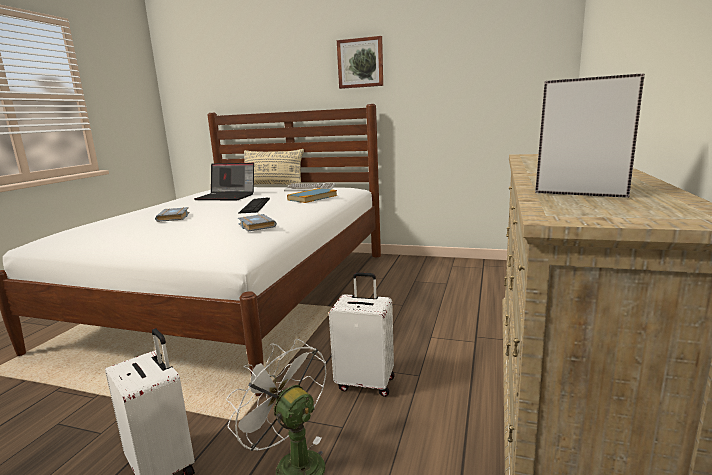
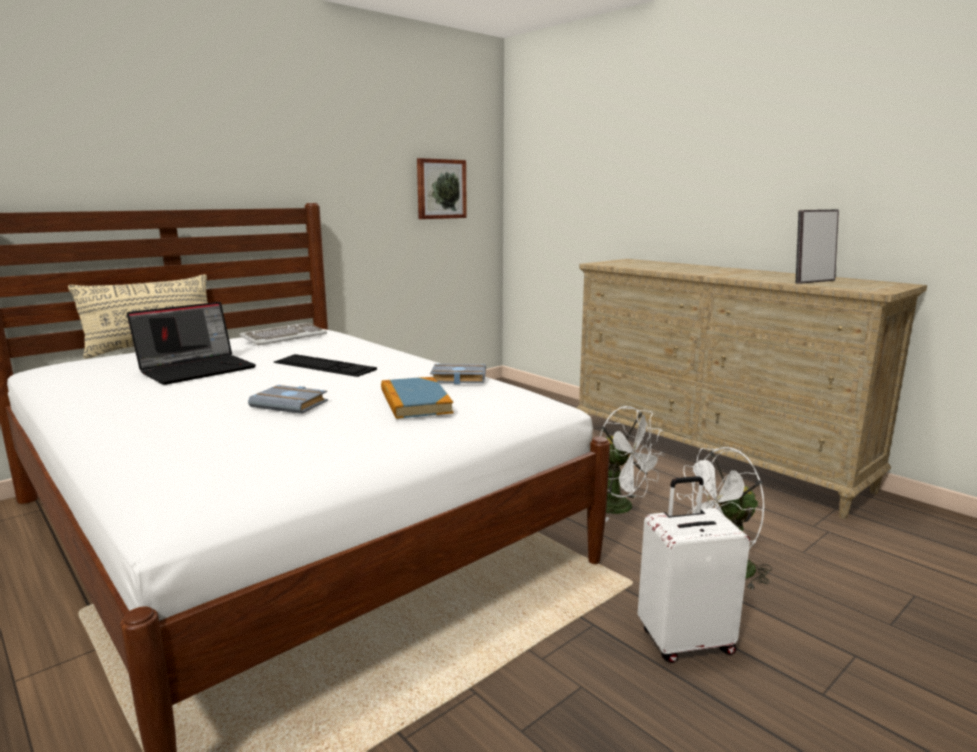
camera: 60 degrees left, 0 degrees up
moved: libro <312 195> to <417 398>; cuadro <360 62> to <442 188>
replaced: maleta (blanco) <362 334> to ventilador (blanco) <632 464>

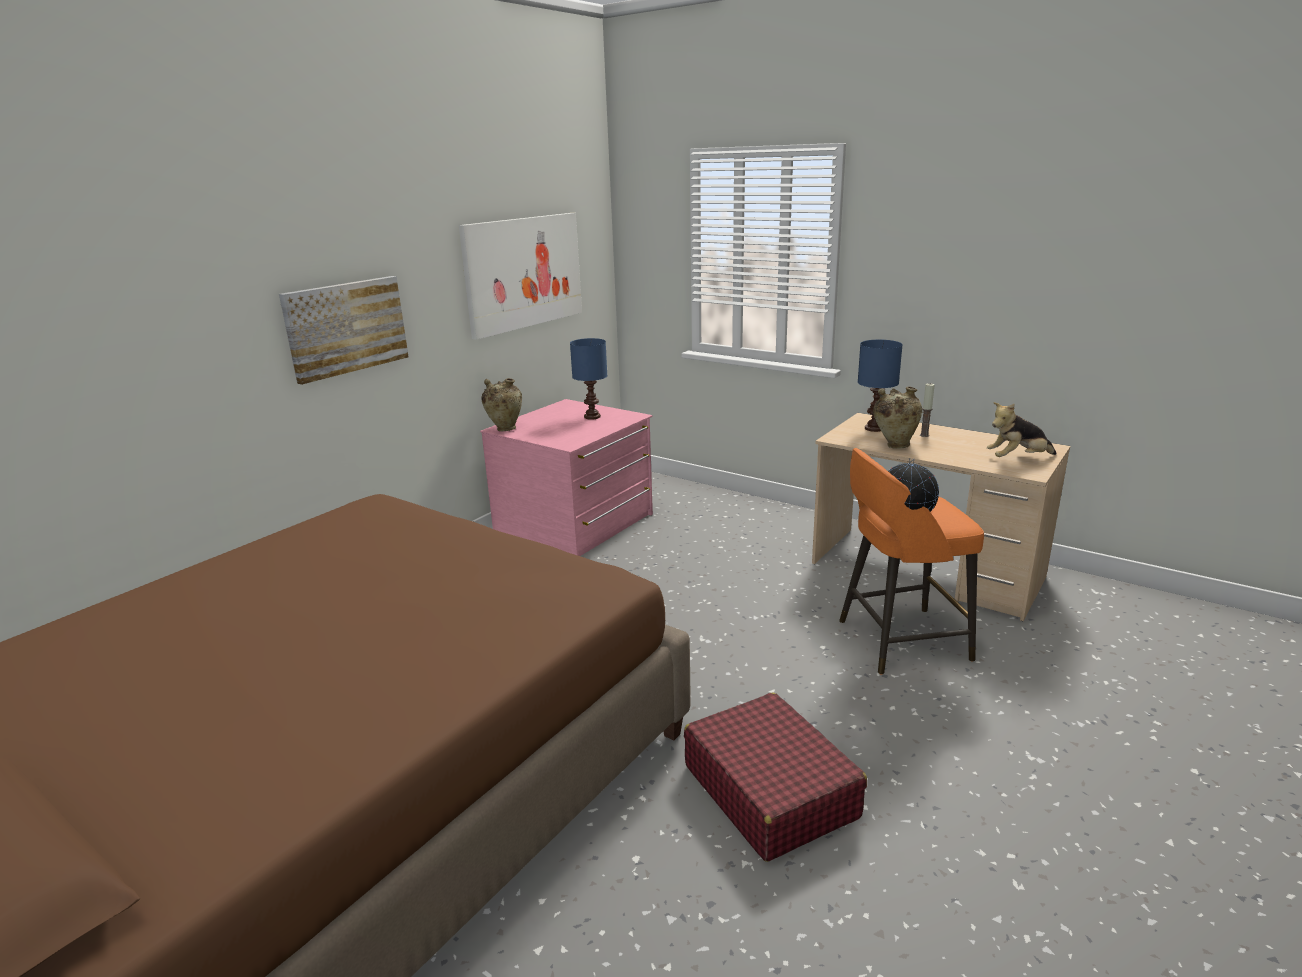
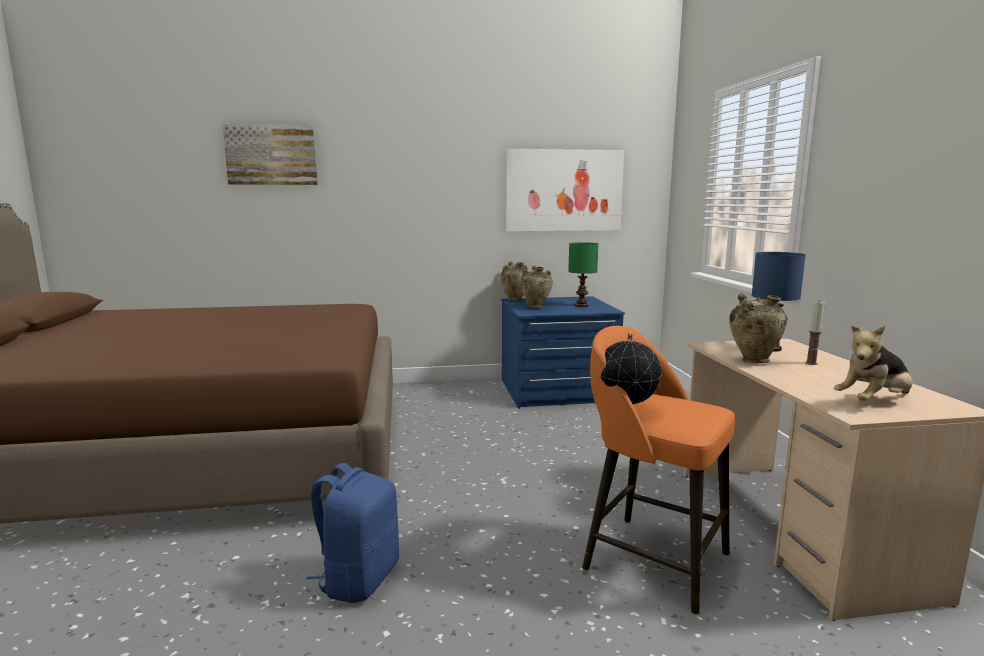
camera: 45 degrees right, 10 degrees down
added: florero (beis) <536 286>
moved: cuadro <344 330> to <270 154>
replaced: maleta (rojo) <775 777> to mochila (azul) <353 533>
recoloured: cómoda (rosa) <566 477> to cómoda (azul) <563 352>; lámpara de mesa (azul) <589 379> to lámpara de mesa (verde) <583 274>
turned: peluche <1021 429> = <873 363> 60 degrees counterclockwise

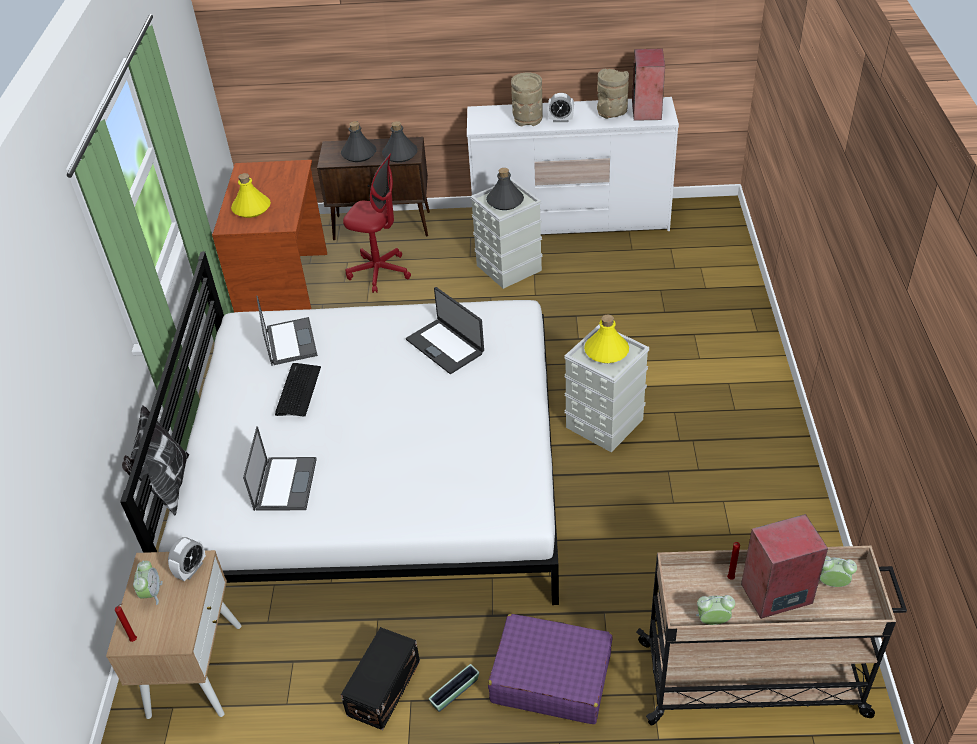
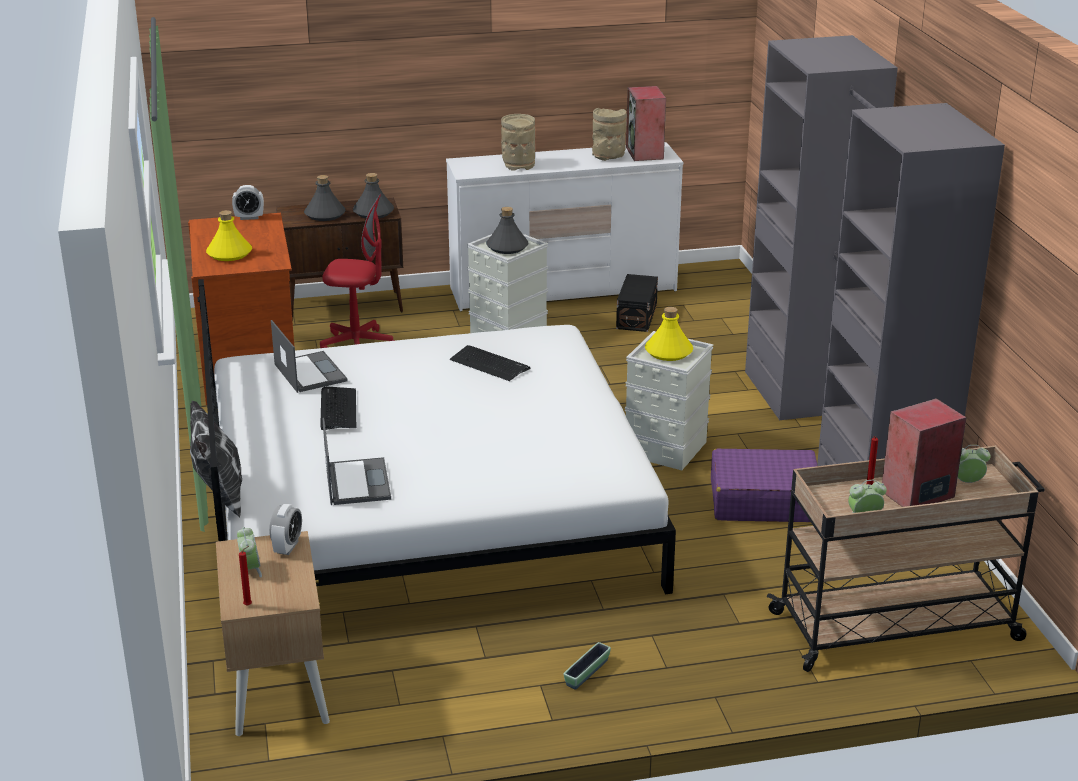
camera: 15 degrees left, 15 degrees down
added: armario ropero (gris) <875 250>
moved: caja de almacenaje (negro) <380 678> to <637 303>; maleta (morado) <550 669> to <764 485>; despertador <560 107> to <248 202>
replaced: portátil <445 330> to teclado <490 363>

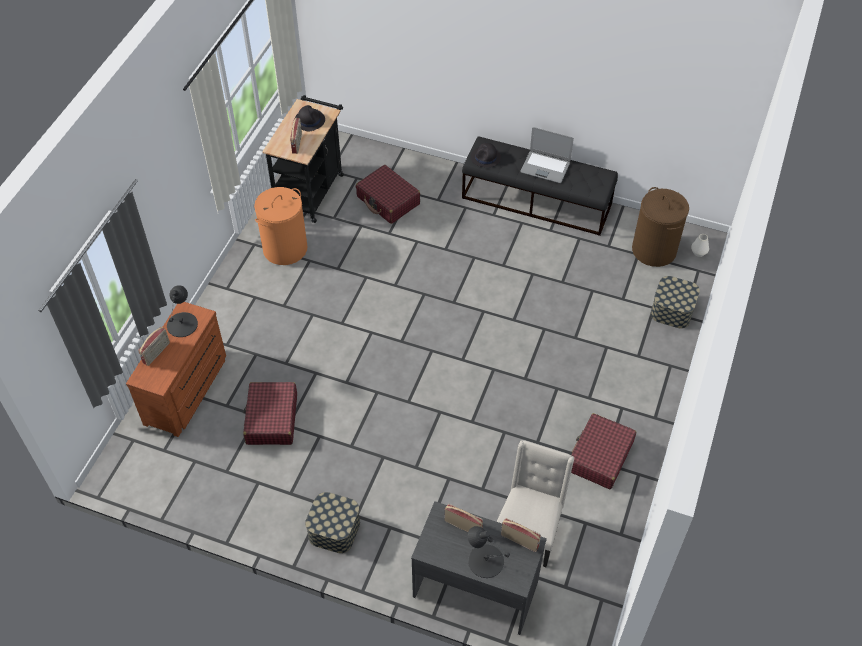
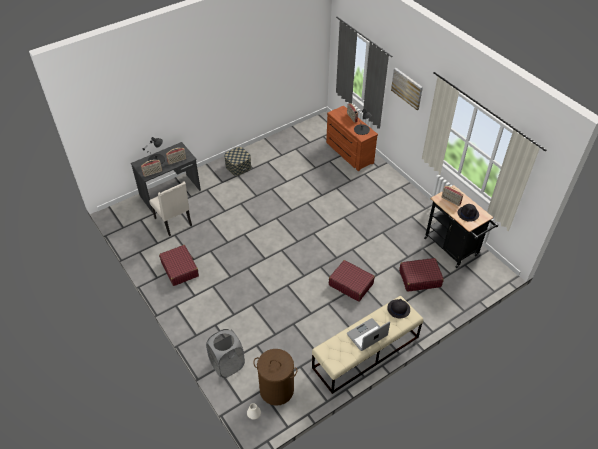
camera: 125 degrees right, 5 degrees down
removed: cesto de la ropa (naranja) <281 226>
added: cuadro <407 89>
moved: maleta (rojo) <270 413> to <352 281>
replaced: caja de almacenaje <675 302> to cesto de la ropa (gris) <225 353>
recoloured: banco (negro) <540 186> to banco (beis) <367 345>

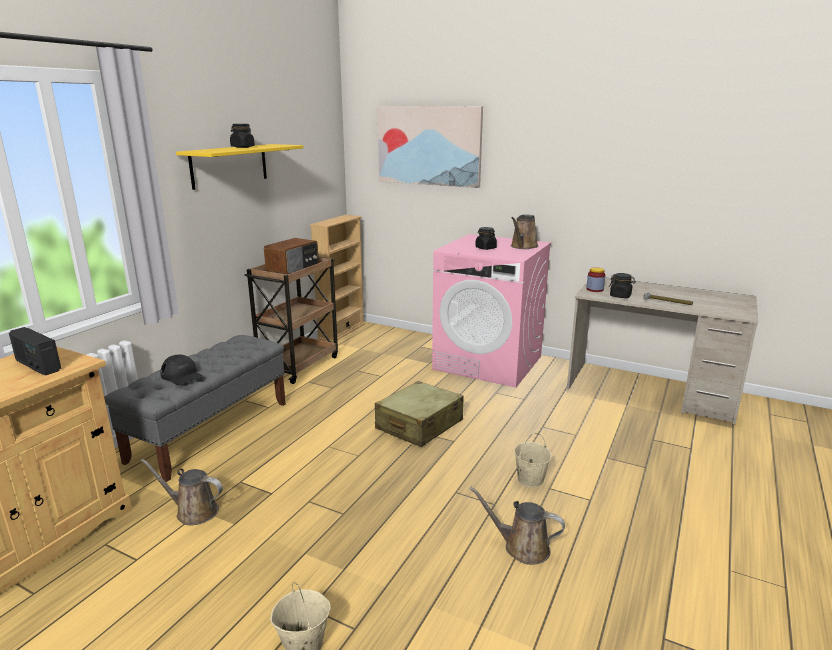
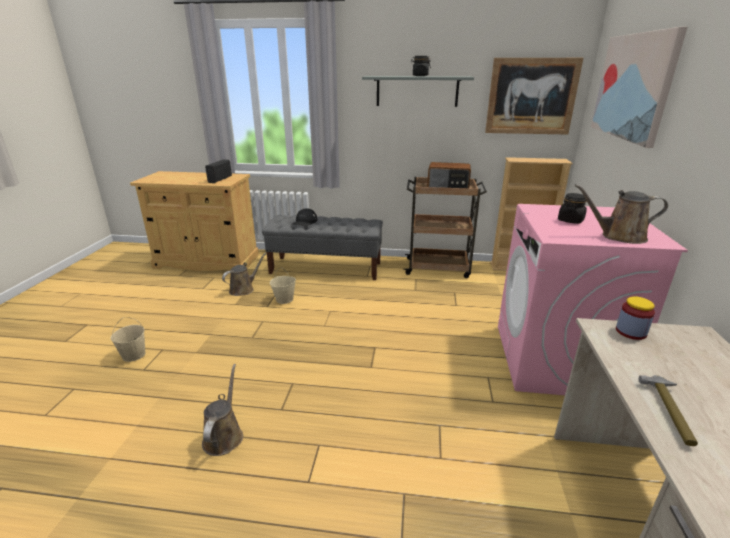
camera: 70 degrees right, 5 degrees up
removed: maleta (beis) <419 414>; tarro (negro) <622 285>
added: cuadro <534 96>
moved: cubo (beis) <533 460> to <283 285>
recoloured: estante (amarillo) <239 167> to estante (gris) <418 91>
turned: regadera (marrón) <182 492> = <244 274> 45 degrees clockwise

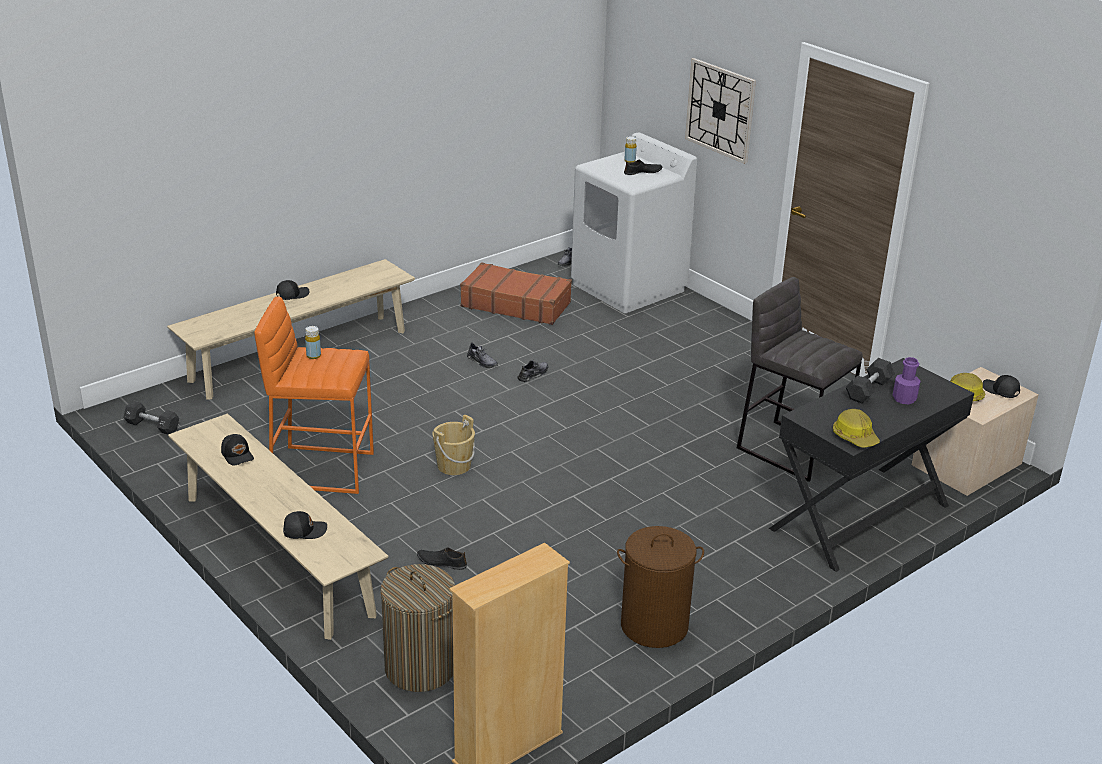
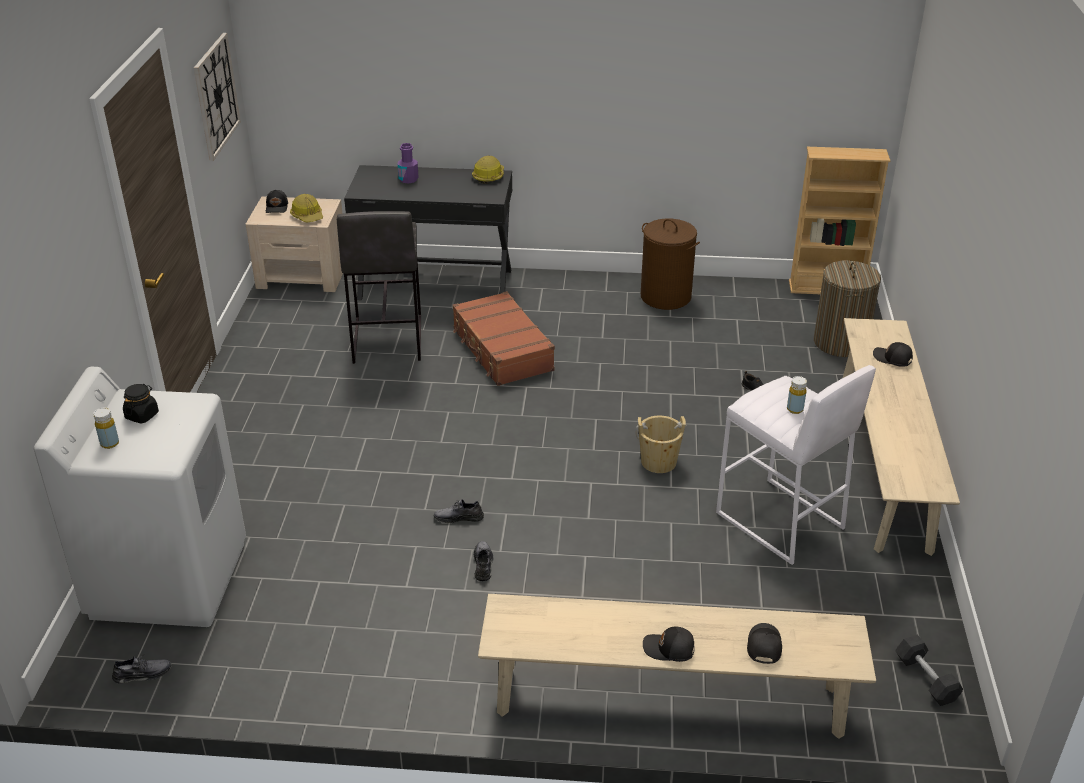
camera: 135 degrees left, 5 degrees up
removed: mancuerna (negro) <870 380>
moved: gorra (negro) <237 450> to <764 643>; maleta (marrón) <516 293> to <503 338>; reloj de pared <720 111> to <217 97>
replaced: zapato (negro) <643 167> to tarro (negro) <141 403>
recoloured: taburete (naranja) <314 395> to taburete (blanco) <796 465>

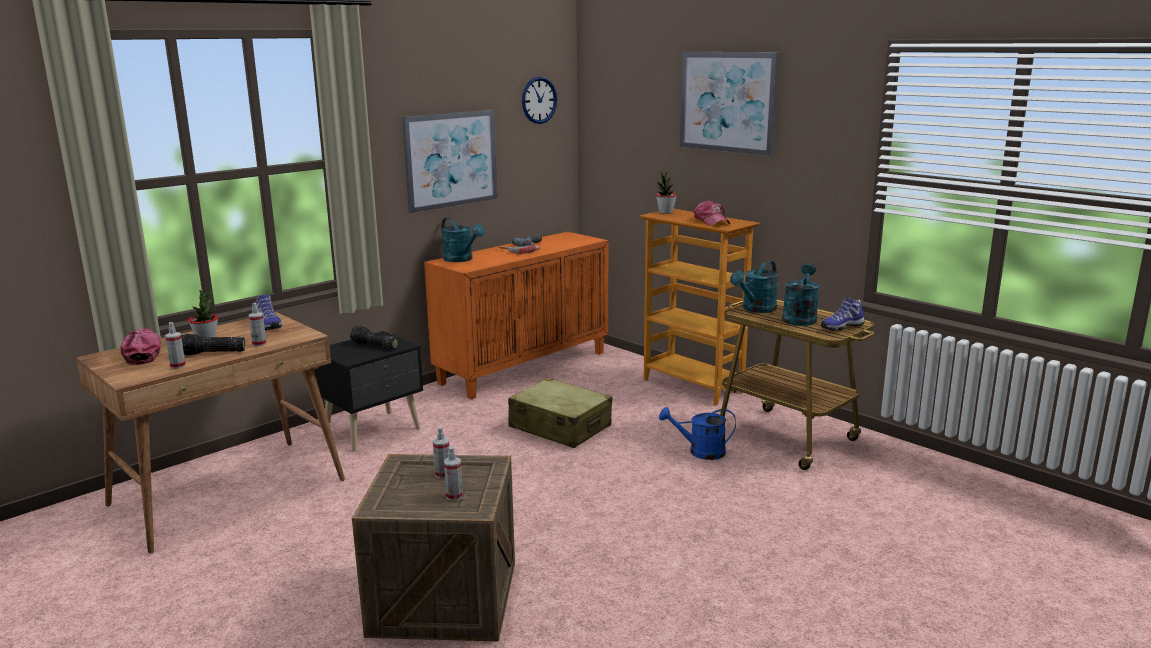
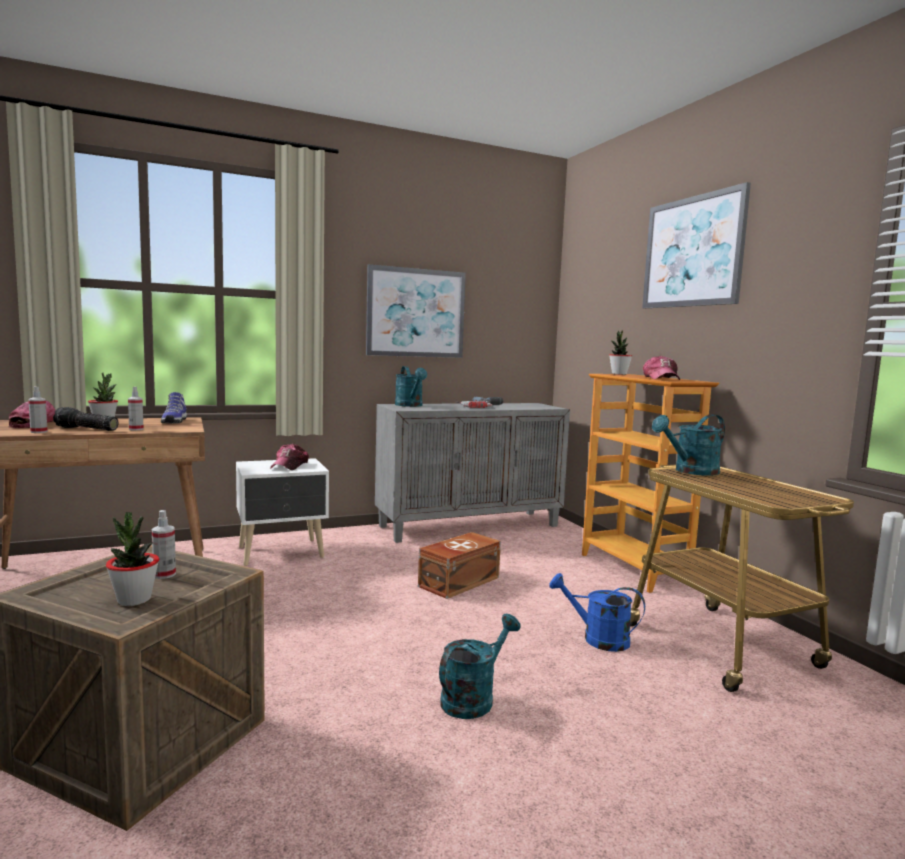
camera: 20 degrees right, 10 degrees down
removed: reloj de pared <539 100>; zapato <843 314>
moved: regadera (turquesa) <801 294> to <480 666>
replaced: linterna <374 337> to gorra <289 457>; pulverizador <453 473> to planta en maceta <132 559>; maleta (beis) <560 413> to caja de almacenaje (marrón) <459 565>
recoloured: mesita de noche (negro) <368 391> to mesita de noche (blanco) <282 512>; armario (naranja) <516 315> to armario (gris) <472 473>

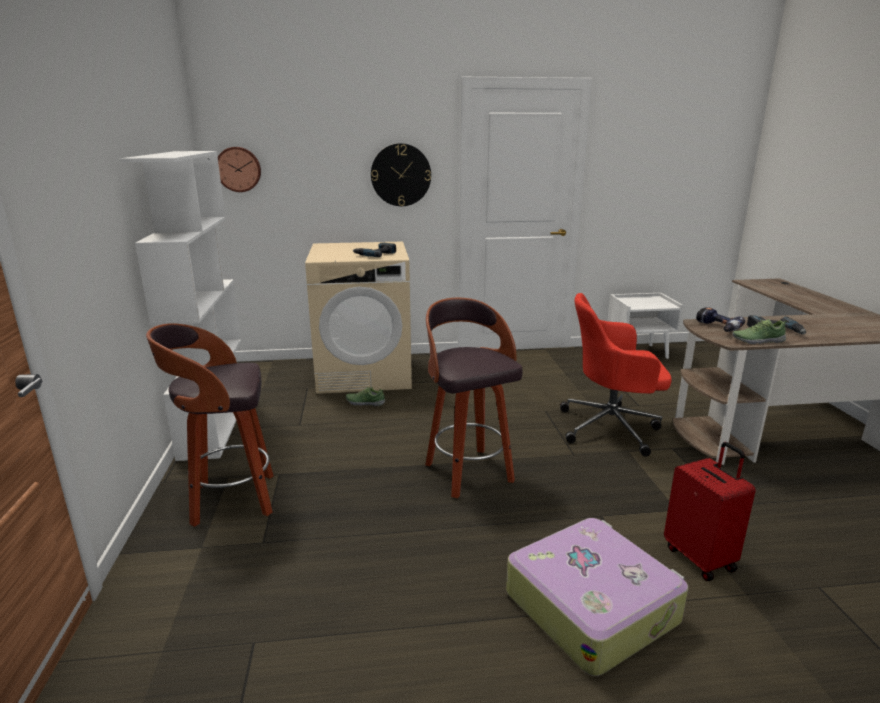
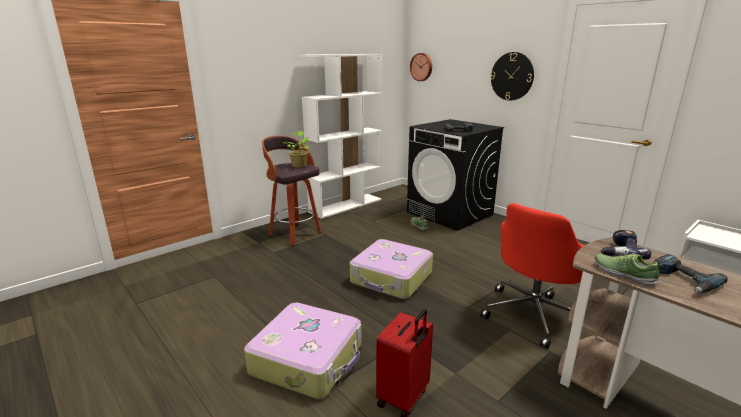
camera: 55 degrees right, 0 degrees up
added: planta en maceta <296 149>
replaced: taburete <474 398> to maleta <391 269>
recoloured: lavadora (beis) <358 317> to lavadora (negro) <455 175>
turned: silla de oficina (rojo) <616 375> = <532 276> 105 degrees counterclockwise

